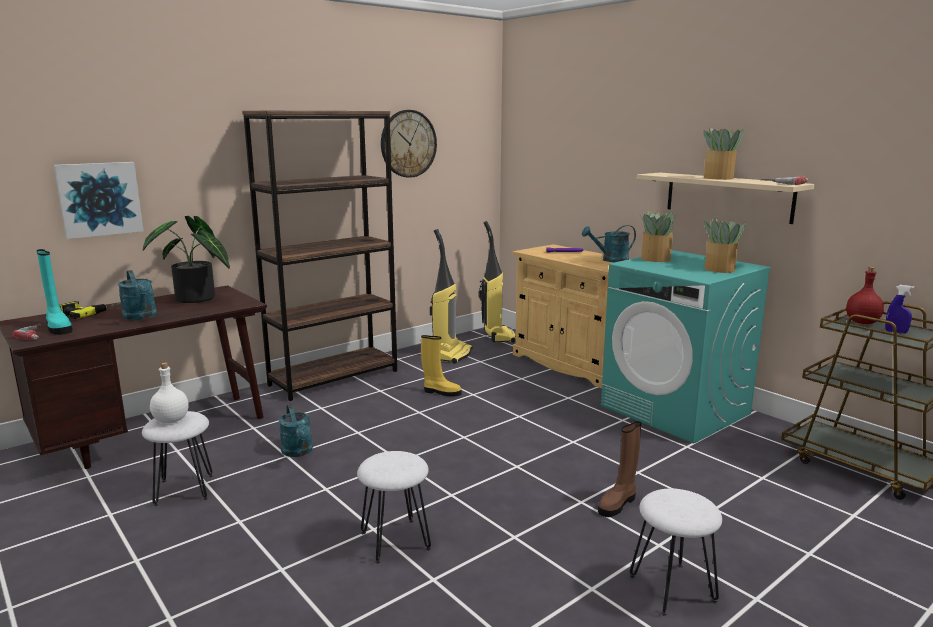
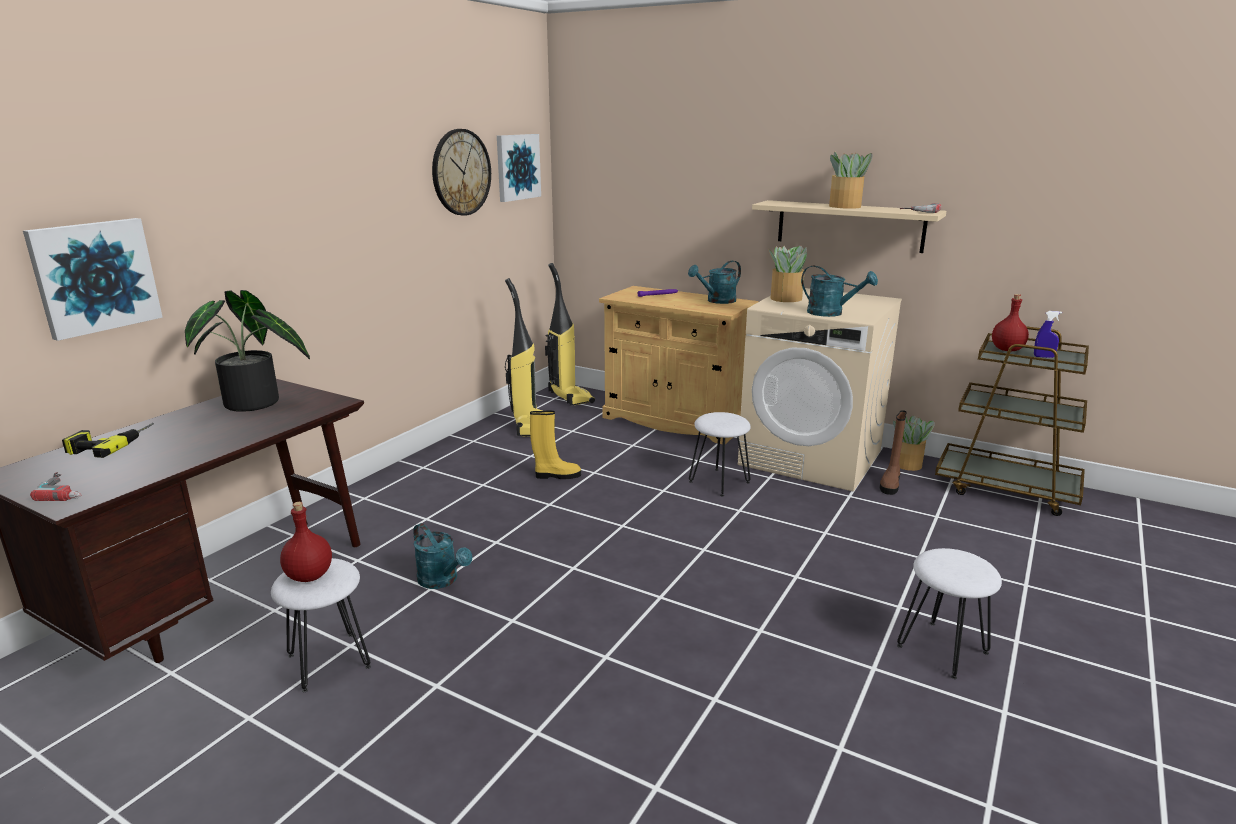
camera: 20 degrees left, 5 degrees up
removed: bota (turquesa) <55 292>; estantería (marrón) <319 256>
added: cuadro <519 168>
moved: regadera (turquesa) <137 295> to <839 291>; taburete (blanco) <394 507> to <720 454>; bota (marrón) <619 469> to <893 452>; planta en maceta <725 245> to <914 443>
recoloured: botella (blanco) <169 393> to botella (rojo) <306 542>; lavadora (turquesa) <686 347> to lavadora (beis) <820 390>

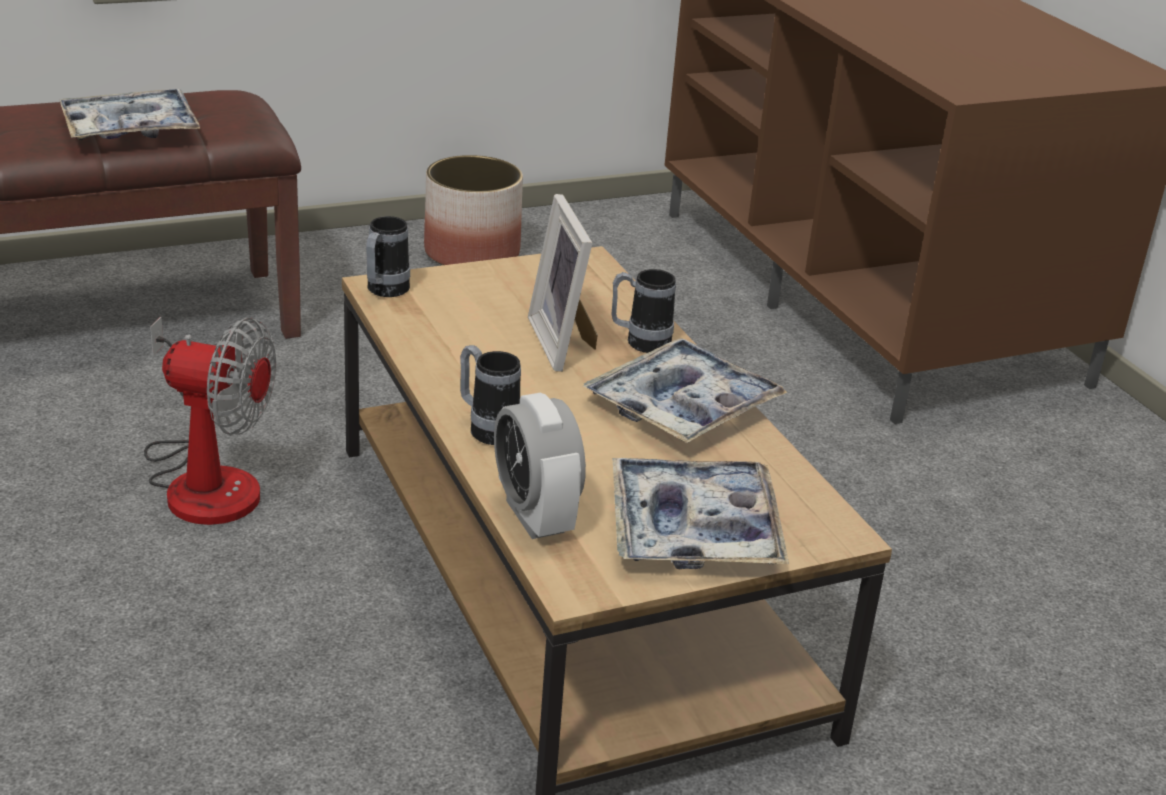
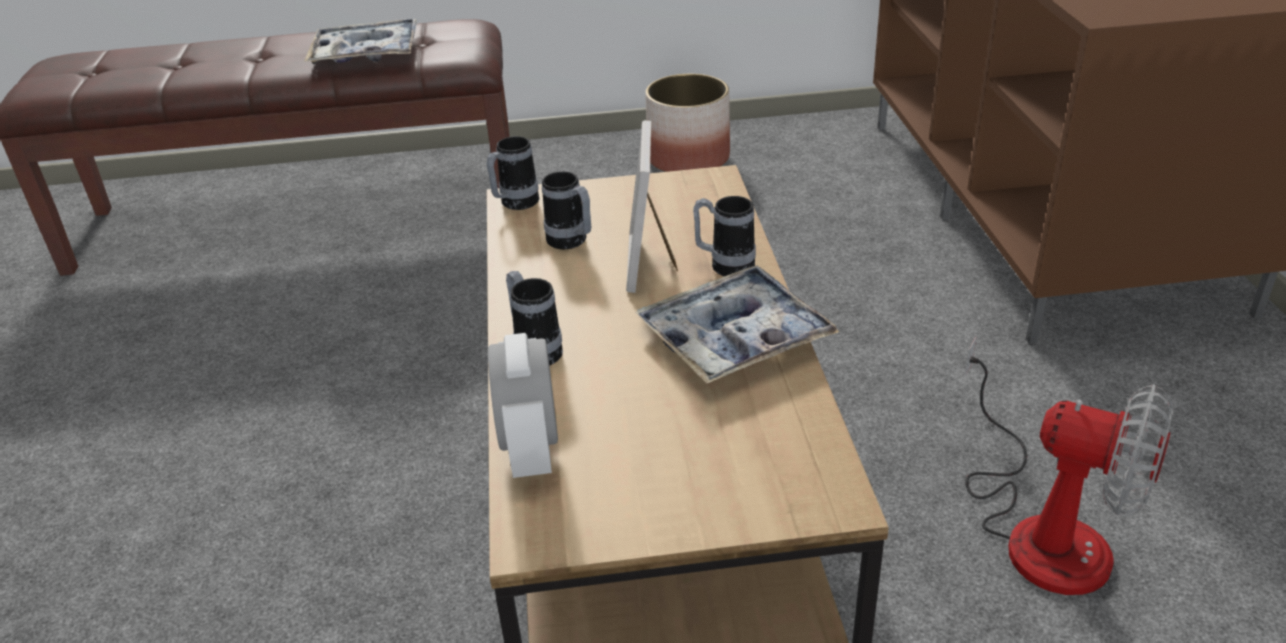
camera: 20 degrees right, 5 degrees up
removed: bandeja <700 513>
added: taza grande <566 210>
moved: ventilador <210 421> to <1069 466>

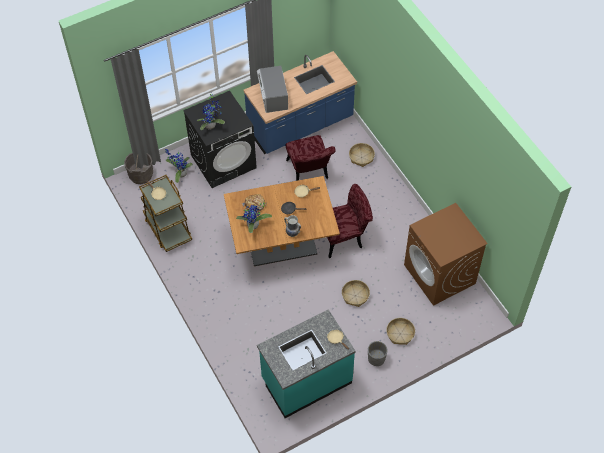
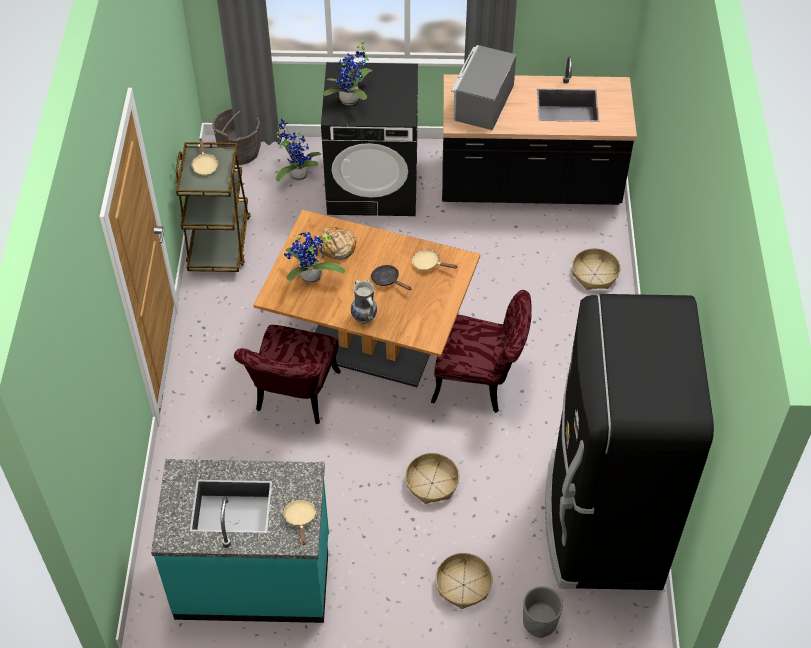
camera: 30 degrees right, 5 degrees down
moved: silla (rojo) <311 158> to <287 374>; maceta (gris) <378 353> to <543 612>
replaced: lavadora (marrón) <446 254> to nevera (negro) <629 442>
recoloured: mueble bajo de cocina (azul) <300 102> to mueble bajo de cocina (negro) <539 130>

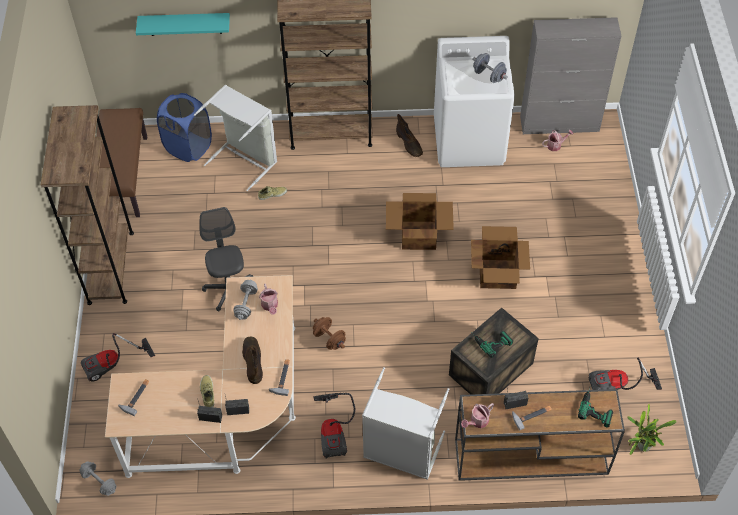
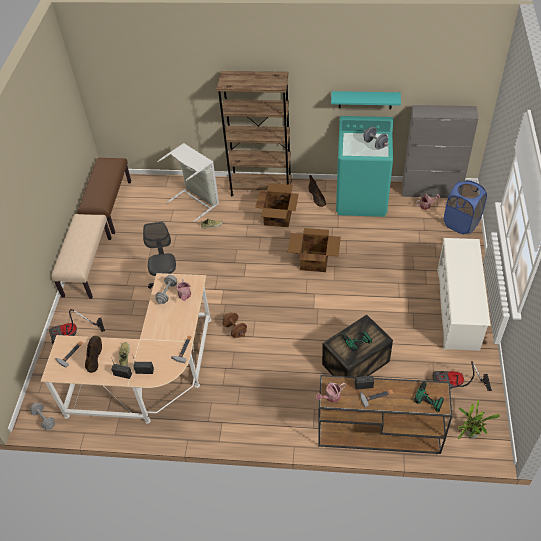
camera: 10 degrees right, 5 degrees down
removed: aspiradora <334 425>; cesto de la ropa (gris) <406 423>
added: zapatero (blanco) <463 294>
moved: estante (turquesa) <183 24> to <366 100>; cesto de la ropa (azul) <184 127> to <465 207>; bota (marrón) <252 360> to <93 354>; caja de cartón <500 257> to <277 205>
replaced: estantería (marrón) <87 205> to banco (beis) <81 256>
recoloured: lavadora (blanco) <474 101> to lavadora (turquesa) <364 166>

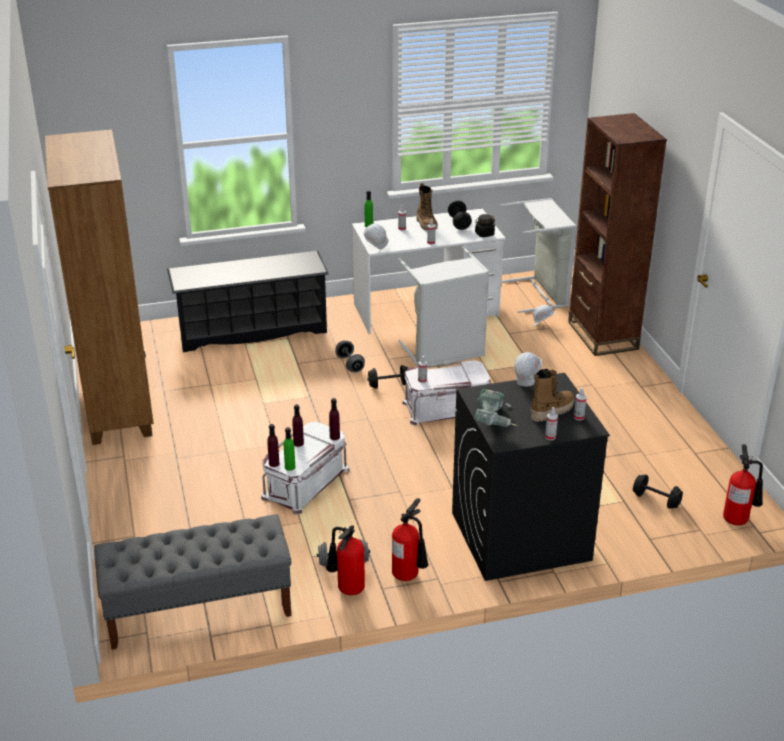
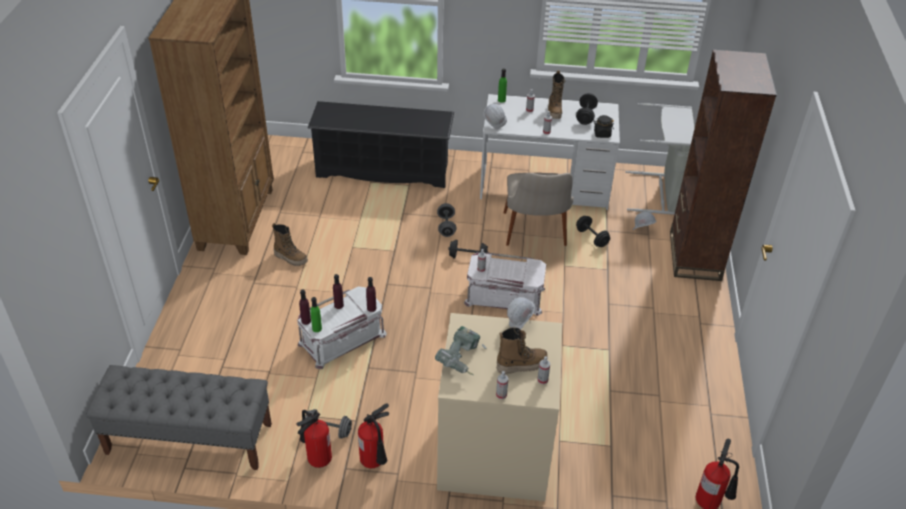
camera: 20 degrees right, 10 degrees up
added: bota <290 244>
moved: mancuerna (negro) <658 491> to <593 231>
replaced: cesto de la ropa (gris) <443 307> to silla (beis) <539 209>
recoloured: lavadora (negro) <531 477> to lavadora (beis) <499 407>

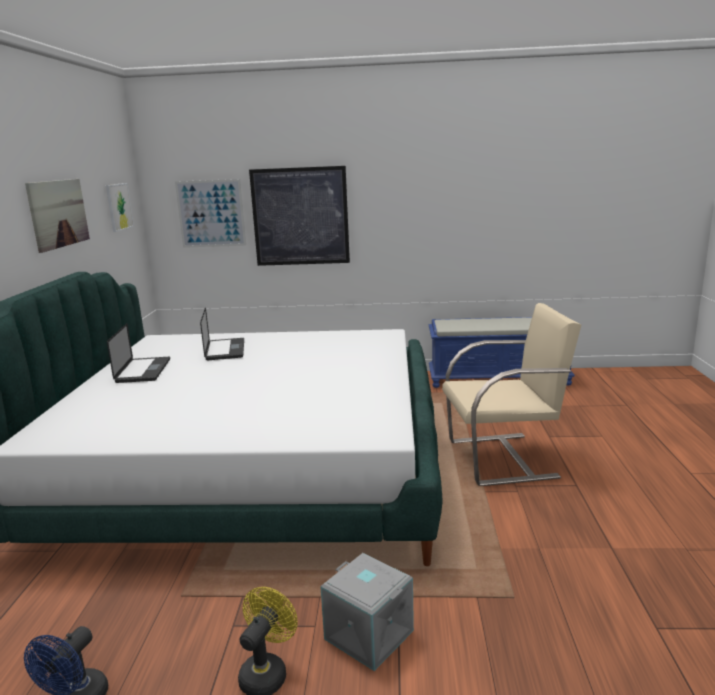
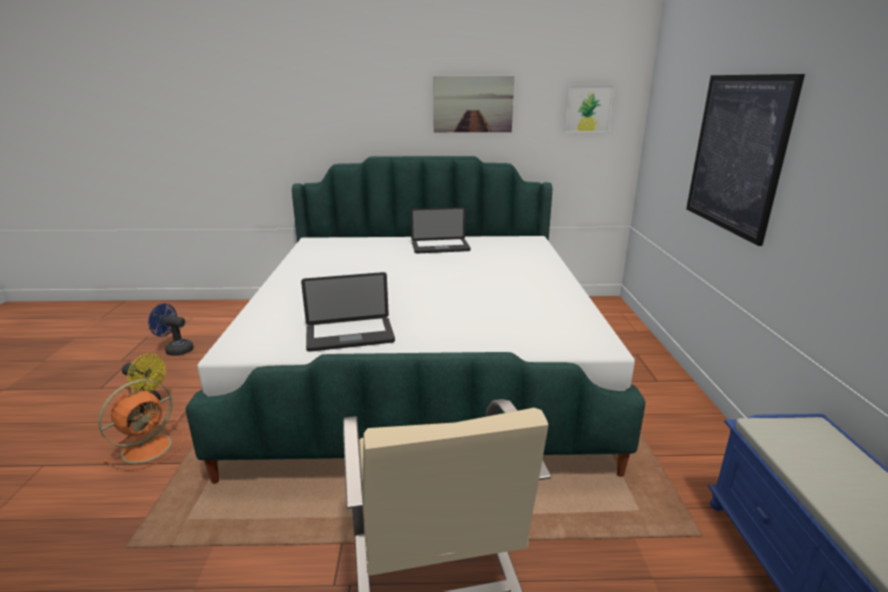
camera: 85 degrees right, 5 degrees up
removed: cuadro <210 213>
moved: portátil <222 333> to <348 312>
replaced: caja de almacenaje (gris) <367 612> to ventilador (naranja) <141 425>

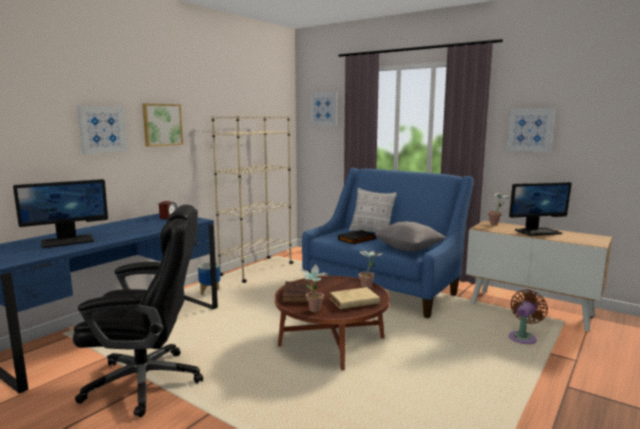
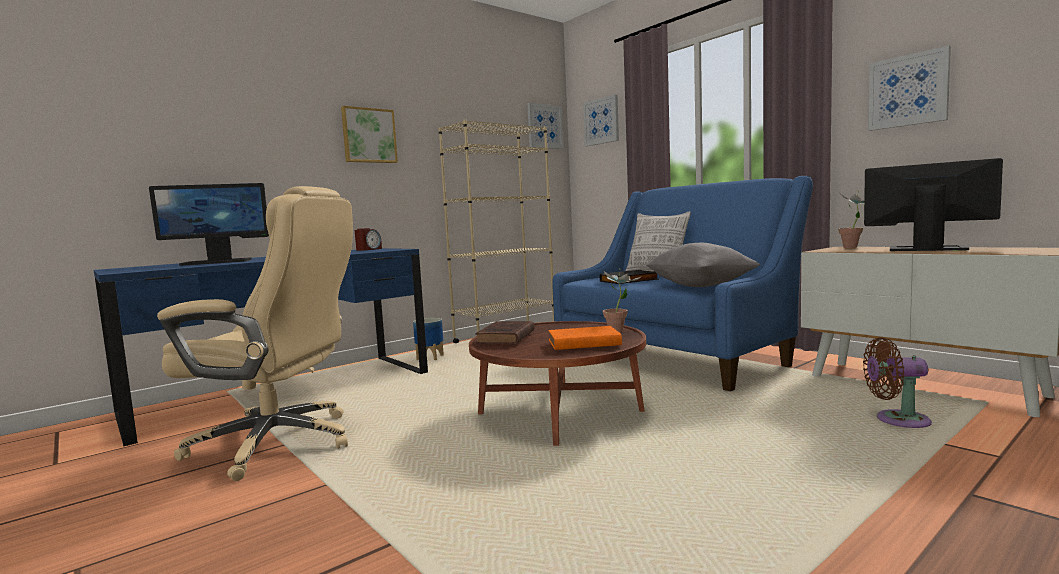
camera: 15 degrees right, 5 degrees down
removed: planta en maceta <314 288>
moved: cuadro <102 129> to <545 126>
recoloured: silla de oficina (negro) <138 311> to silla de oficina (beis) <255 333>; libro (beis) <355 298> to libro (naranja) <585 338>
turned: monitor <540 209> = <933 204> 150 degrees counterclockwise; ventilador (marrón) <528 316> = <897 382> 135 degrees counterclockwise

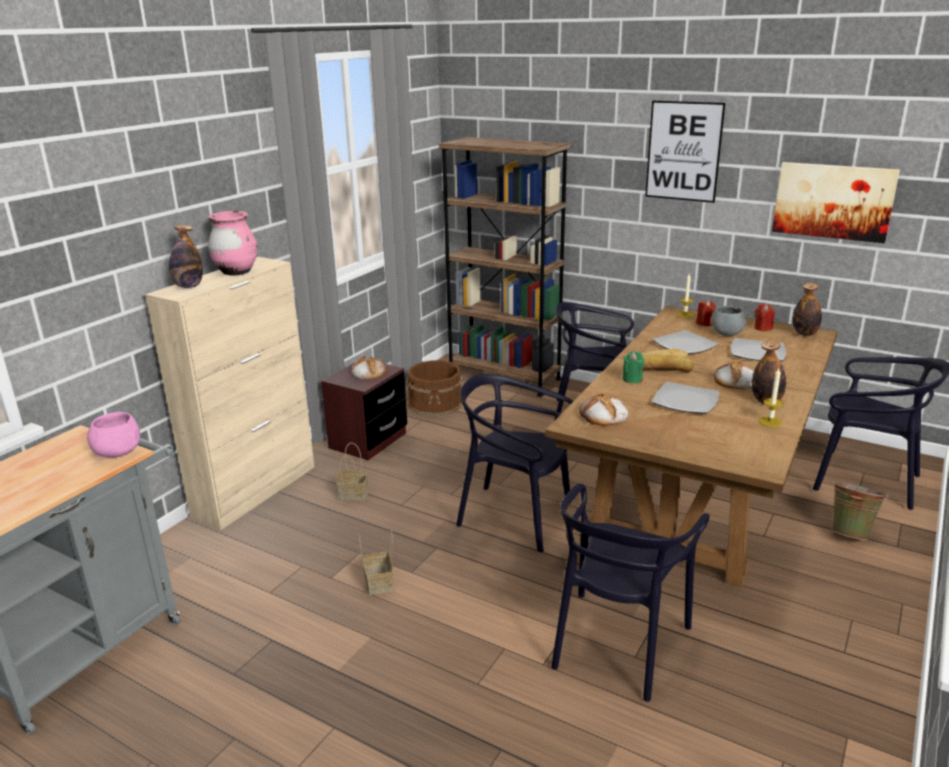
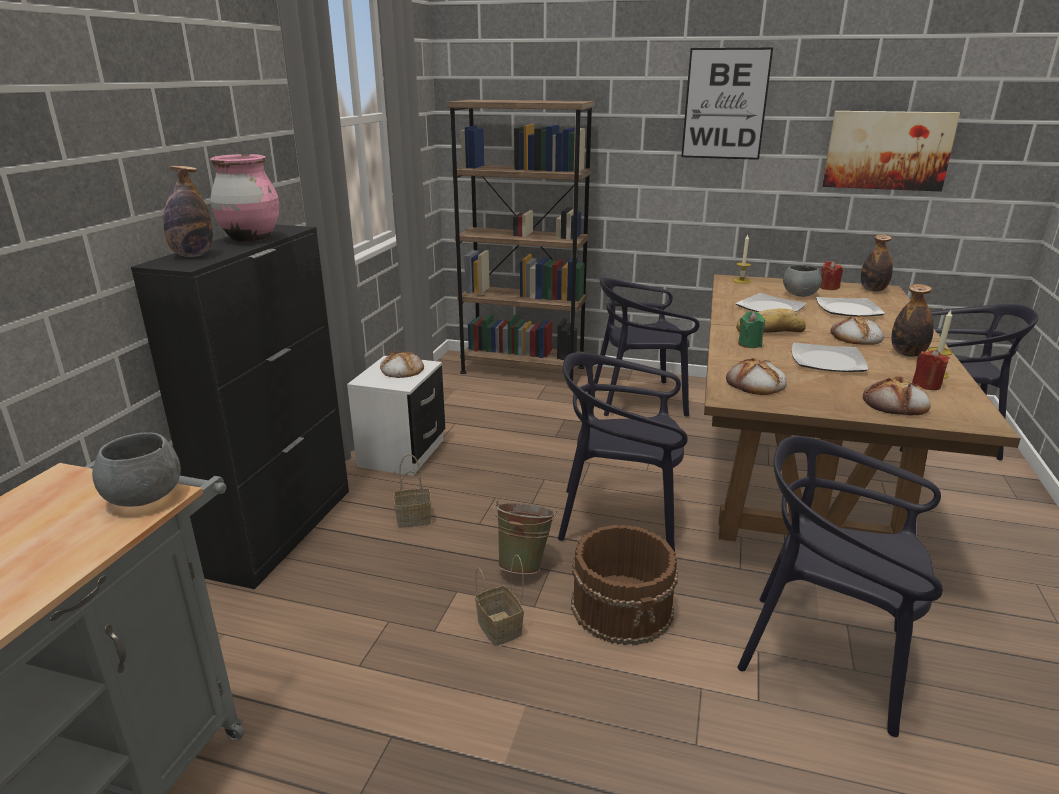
camera: 15 degrees left, 0 degrees up
added: pan <897 396>
moved: cubo (marrón) <435 388> to <624 585>; vela (rojo) <706 313> to <931 369>; cubo (verde) <860 509> to <525 537>
recoloured: cuenco (rosa) <113 435> to cuenco (gris) <136 469>; armario (beis) <229 394> to armario (negro) <240 407>; mesita de noche (marrón) <364 411> to mesita de noche (blanco) <396 416>
turned: silla (negro) <630 593> = <840 586> 105 degrees clockwise

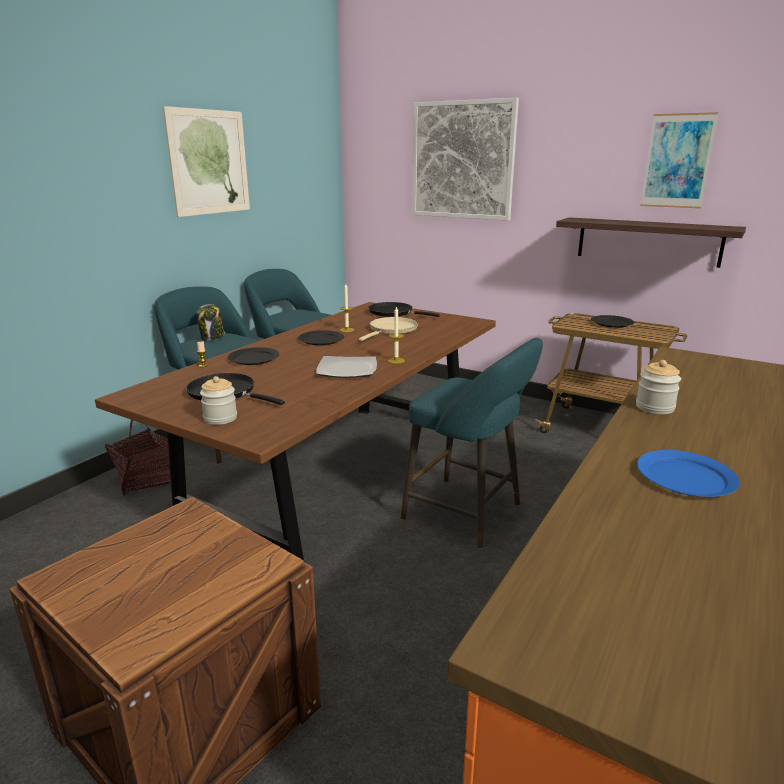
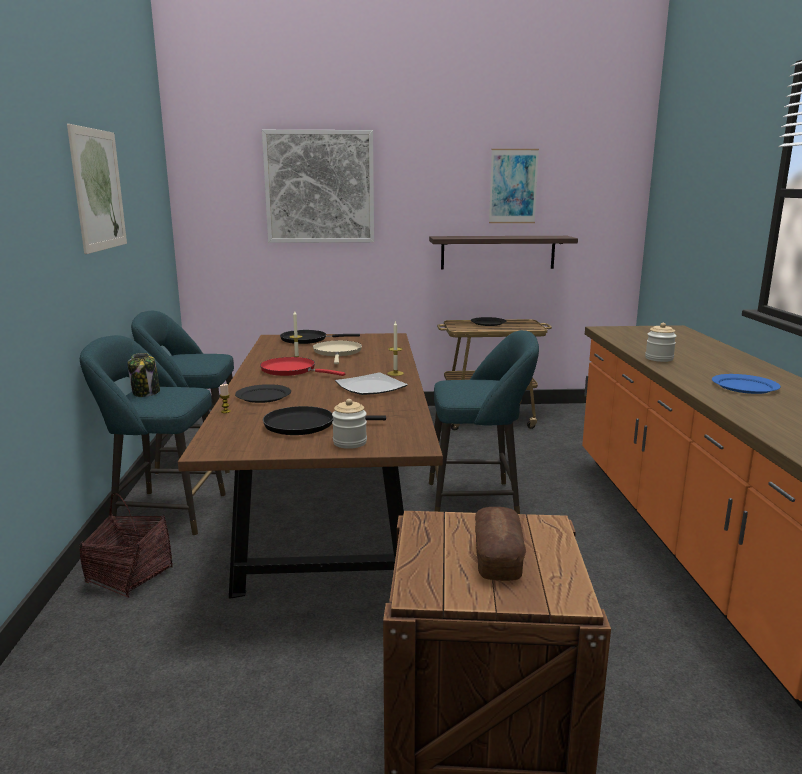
camera: 35 degrees left, 5 degrees down
added: pan <500 544>
replaced: plato (negro) <321 337> to sartén (rojo) <302 366>

